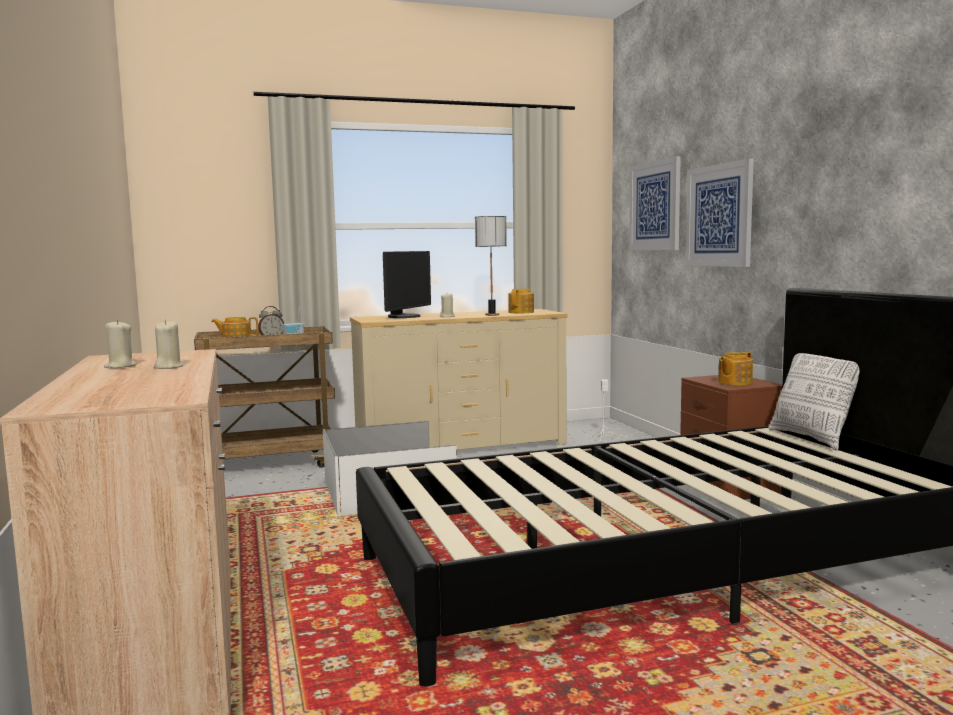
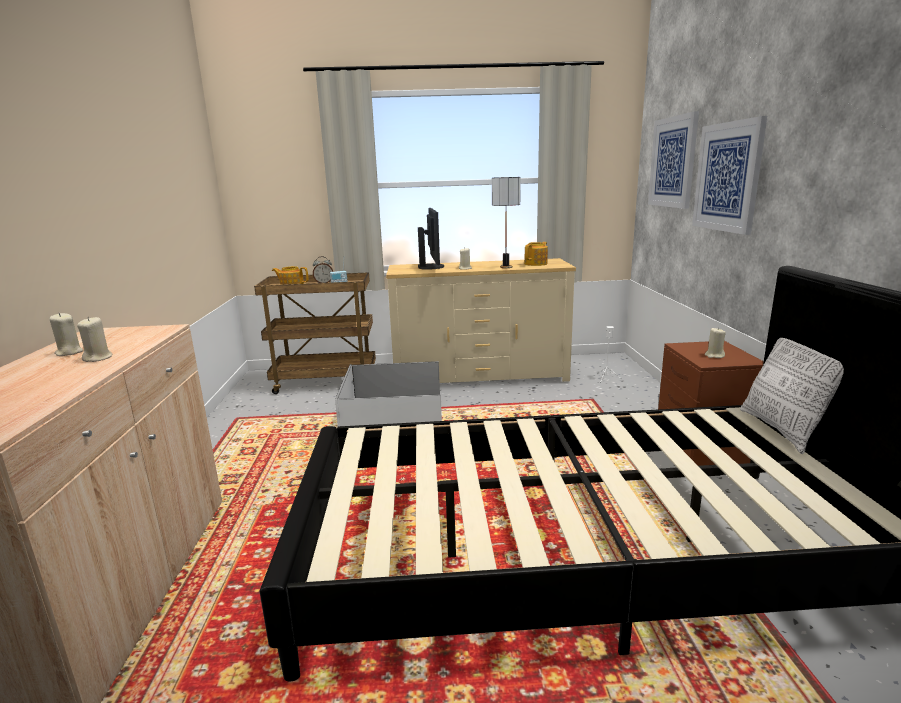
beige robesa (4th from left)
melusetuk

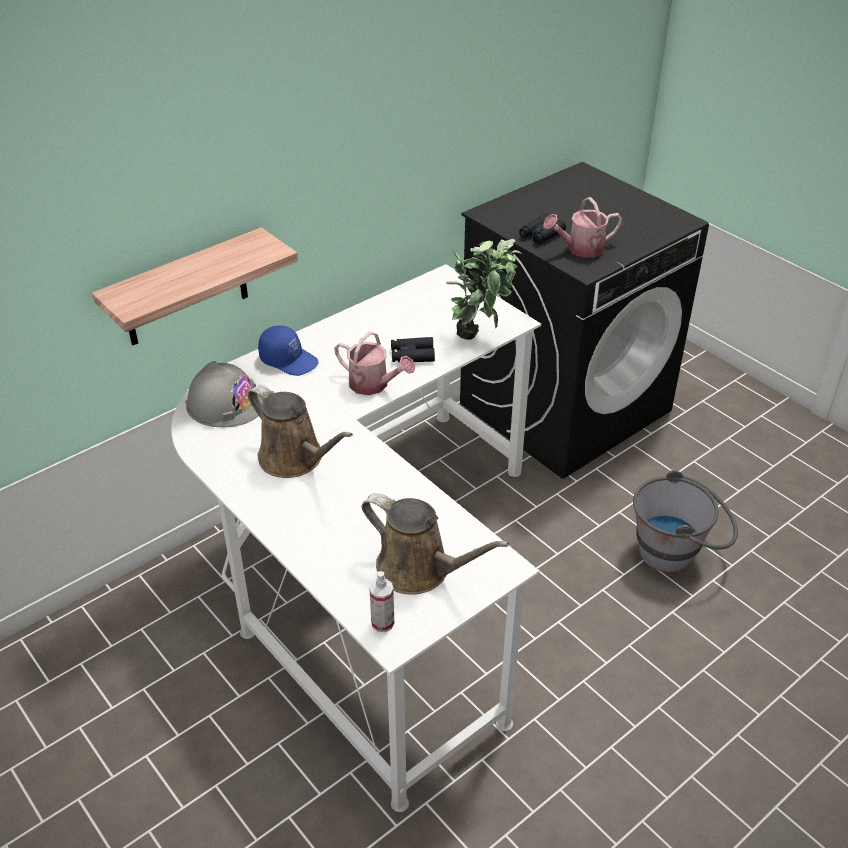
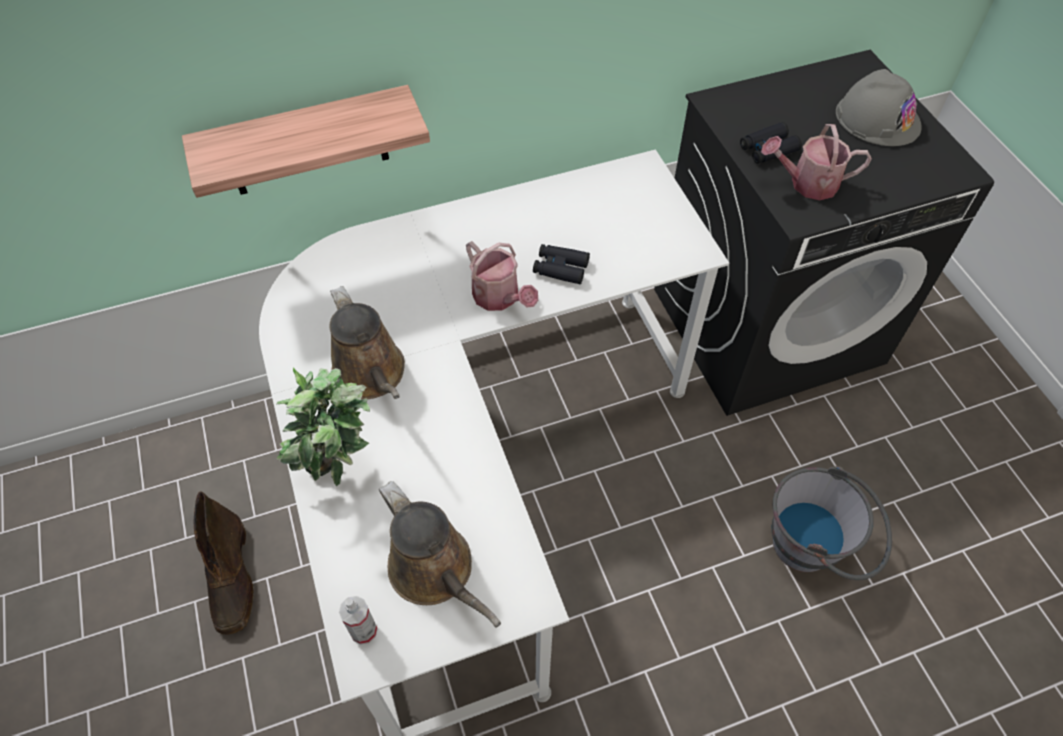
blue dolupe
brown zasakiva
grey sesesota
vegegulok

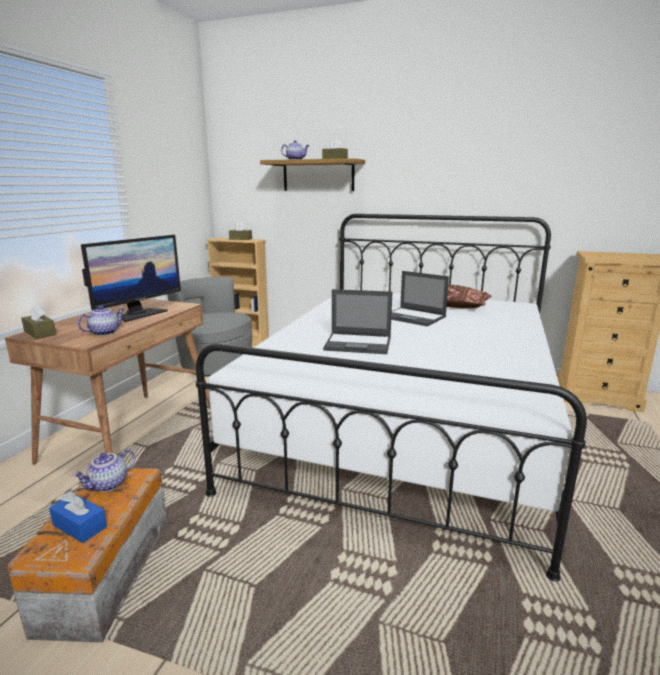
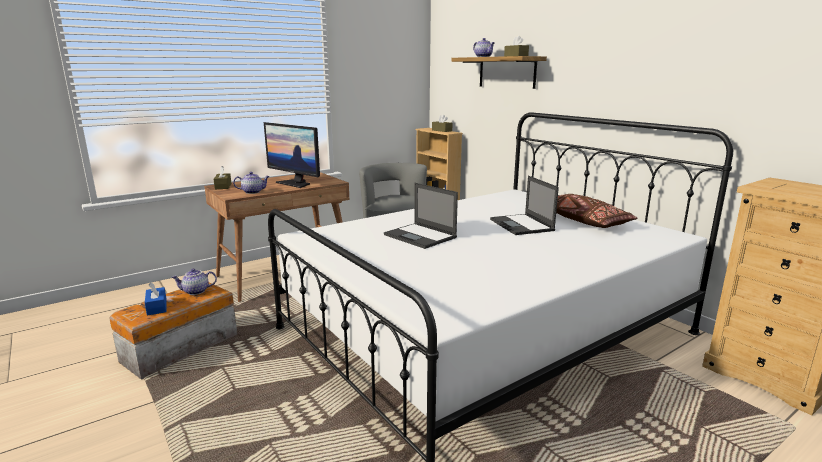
melusetuk

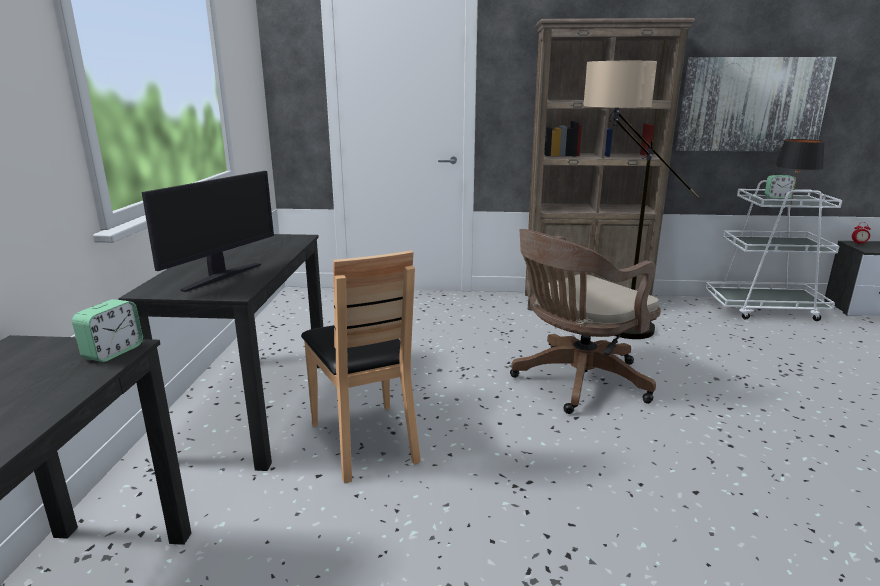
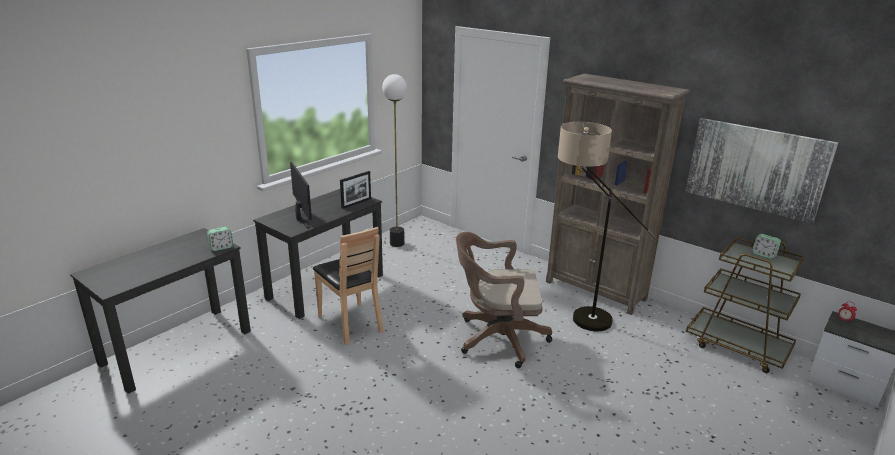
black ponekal
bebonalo
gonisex (1st from left)
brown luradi
melusetuk
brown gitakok

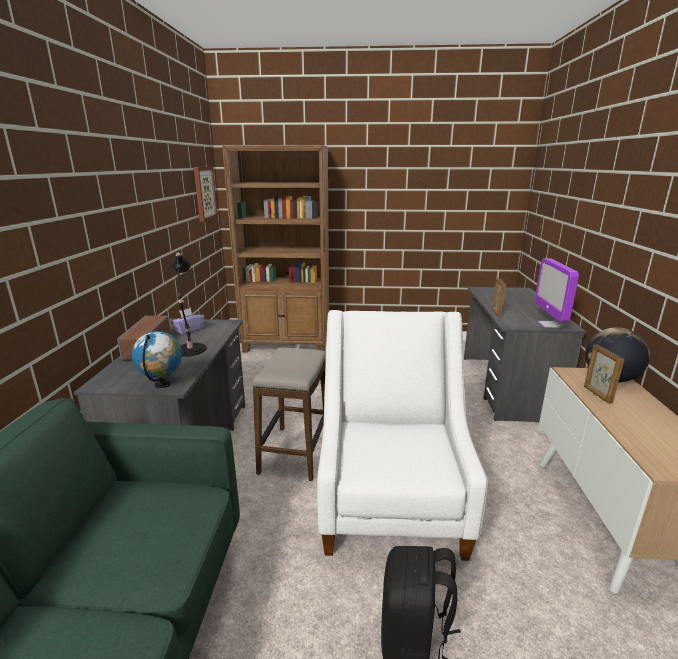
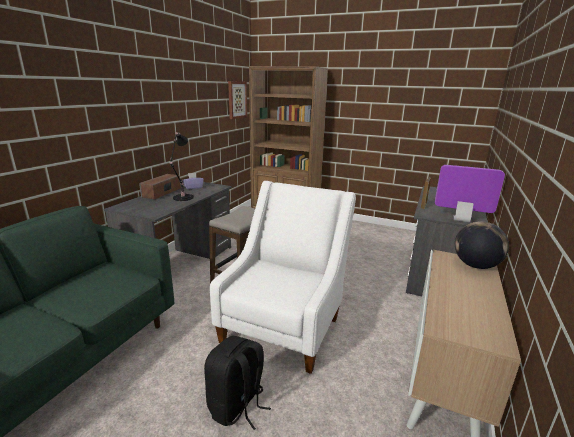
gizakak (1st from left in the first image)
bebonalo (2nd from left in the first image)
melusetuk

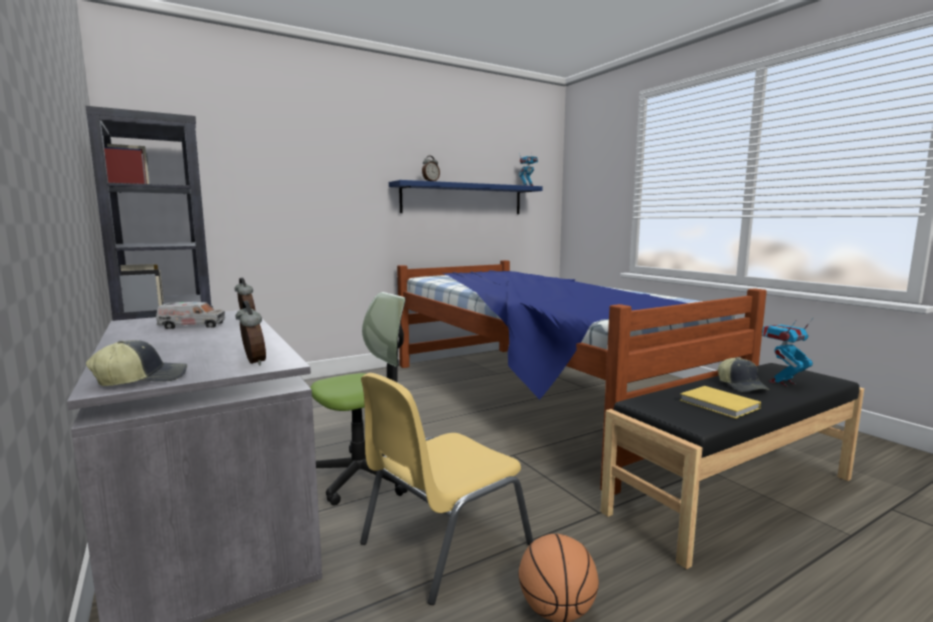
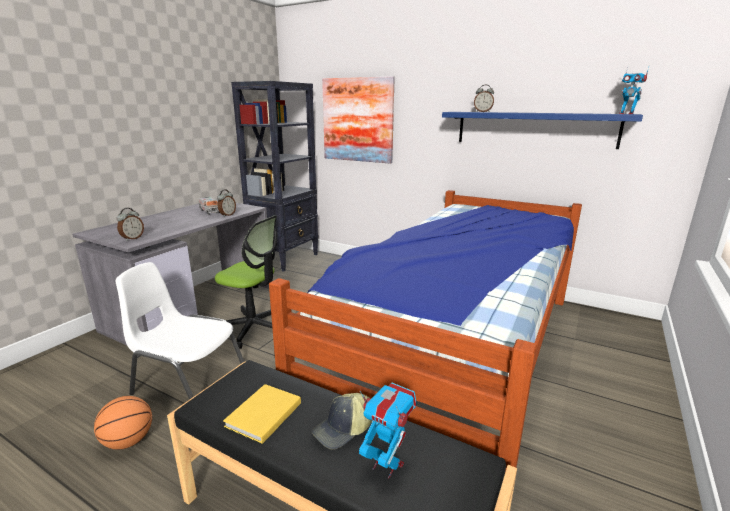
dolupe (1st from left in the first image)
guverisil
white gitakok

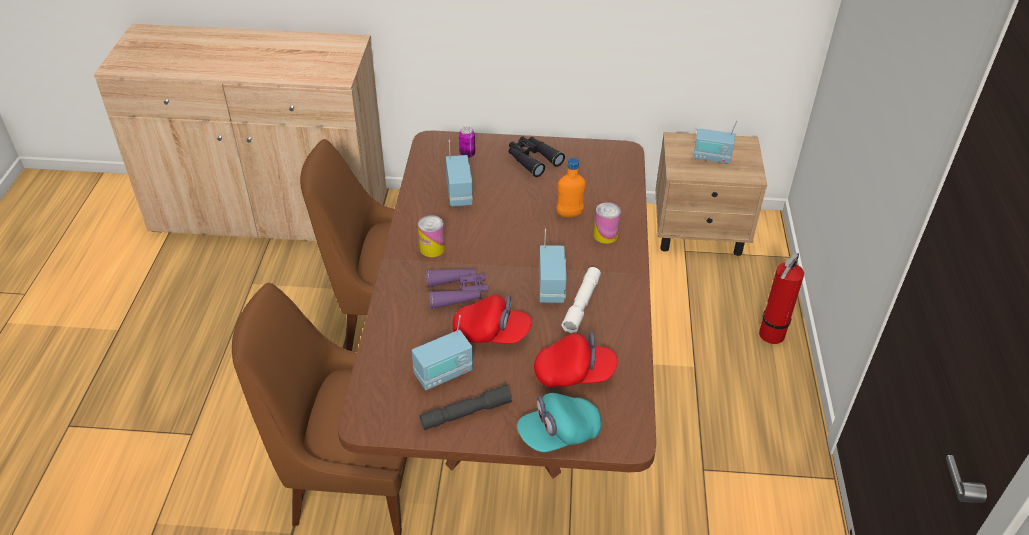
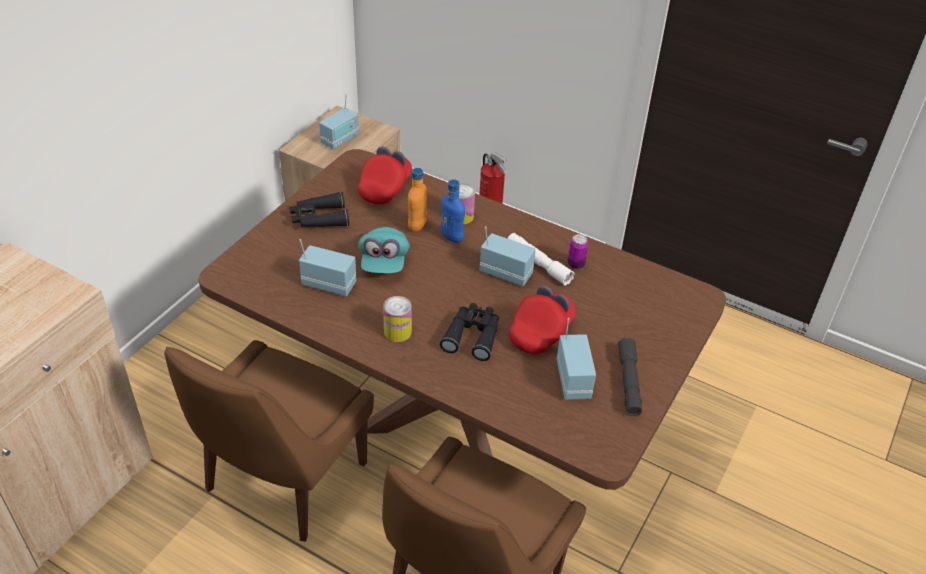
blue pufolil
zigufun (3rd from left)
turquoise dolupe
red dolupe (1st from left)
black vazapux (2nd from left)

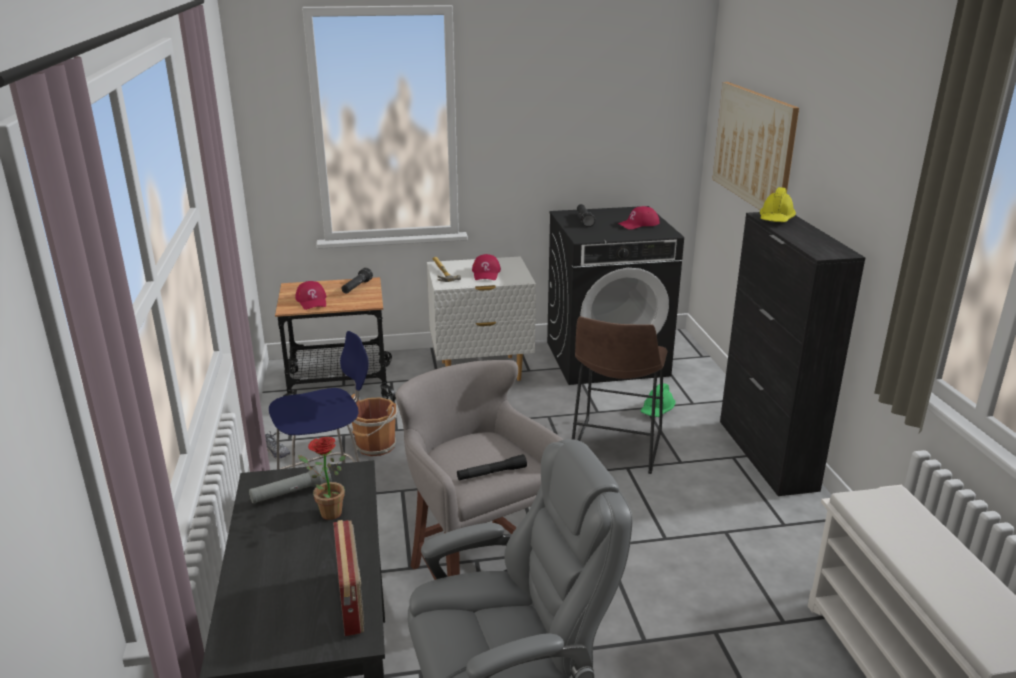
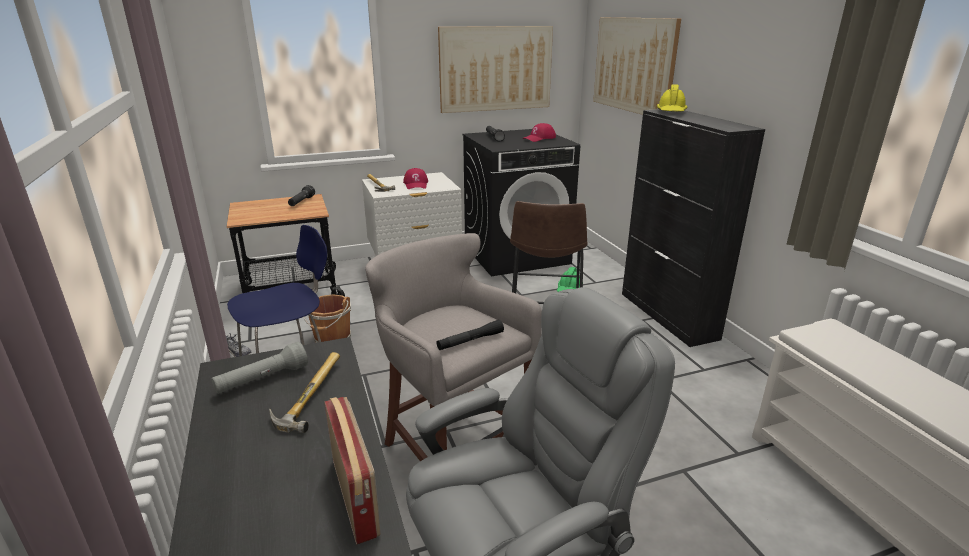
red dolupe (1st from left in the first image)
guverisil (1st from left)
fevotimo (1st from left)

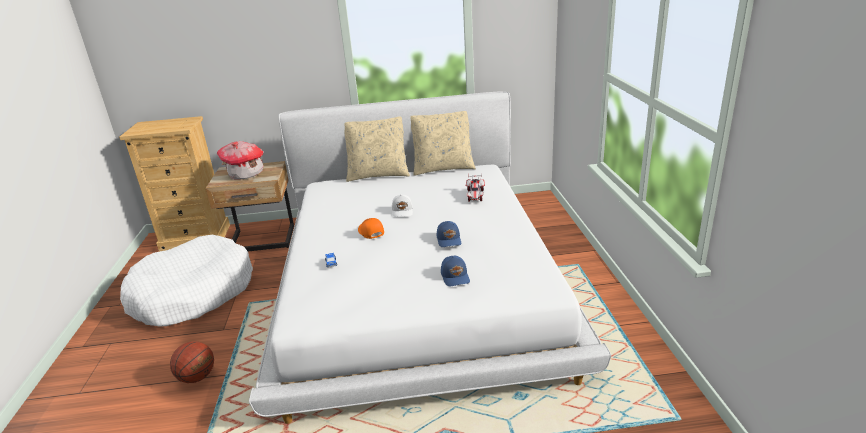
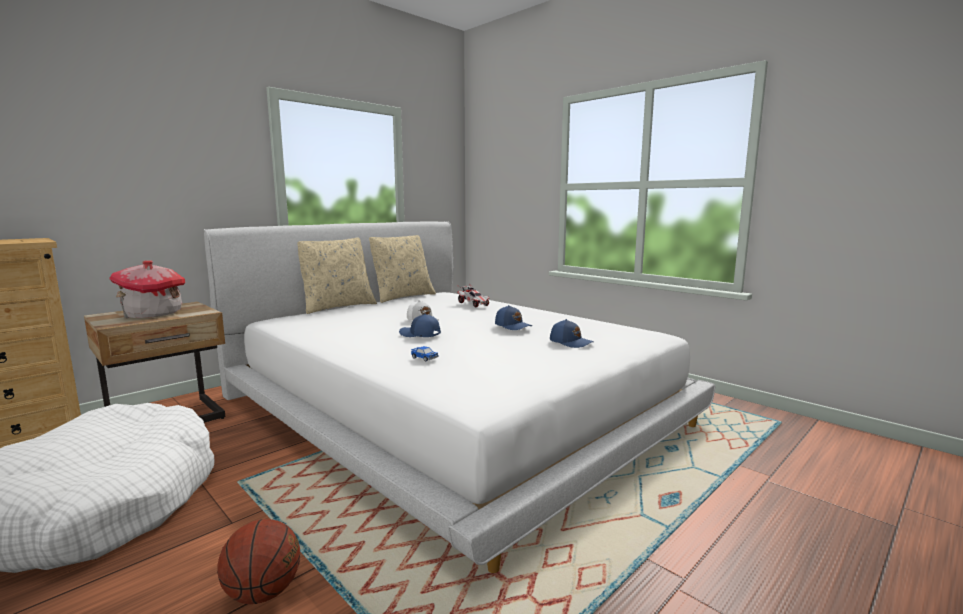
blue dolupe (1st from left)

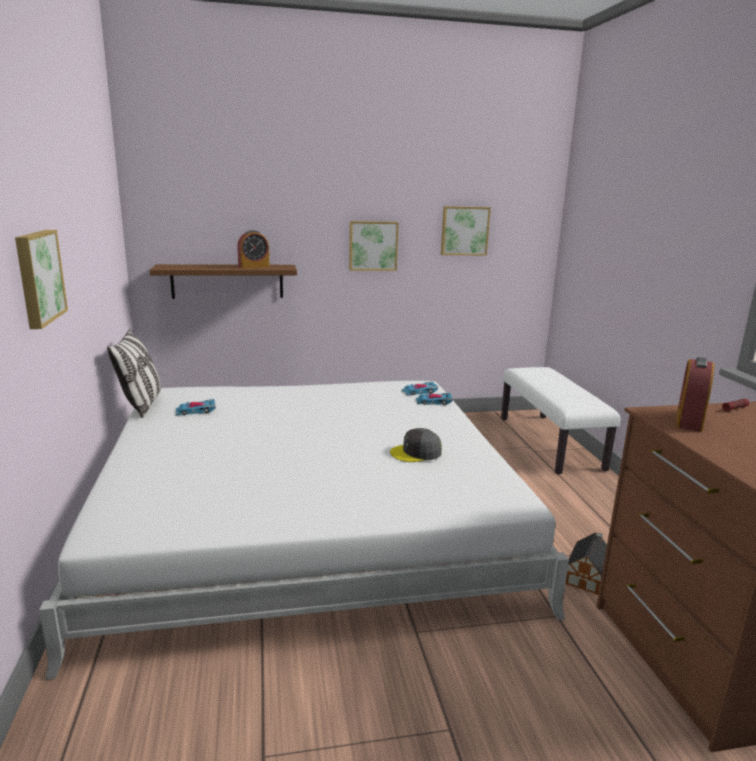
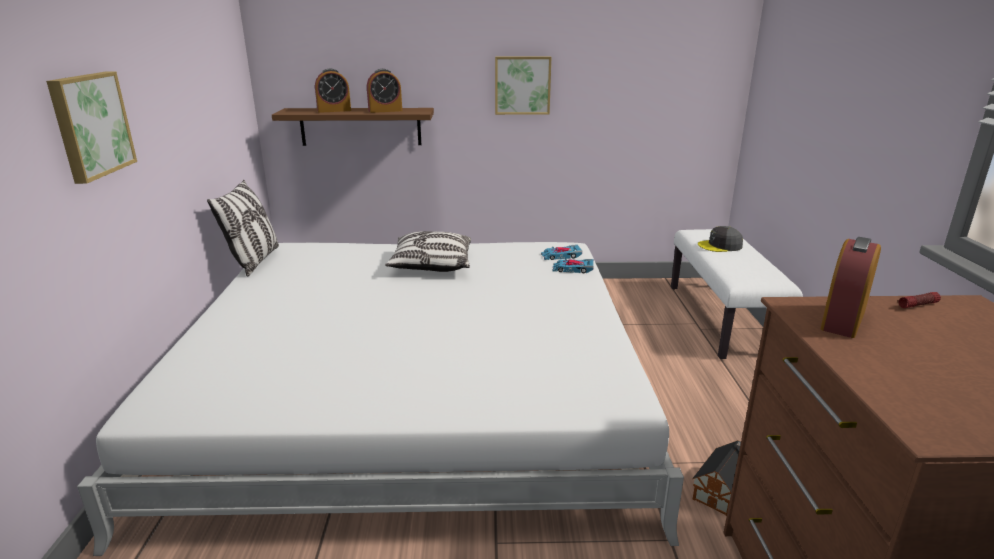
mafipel (1st from left in the first image)
guverisil (3rd from left in the first image)
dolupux (1st from left)
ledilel (2nd from left)
grey dolupe

